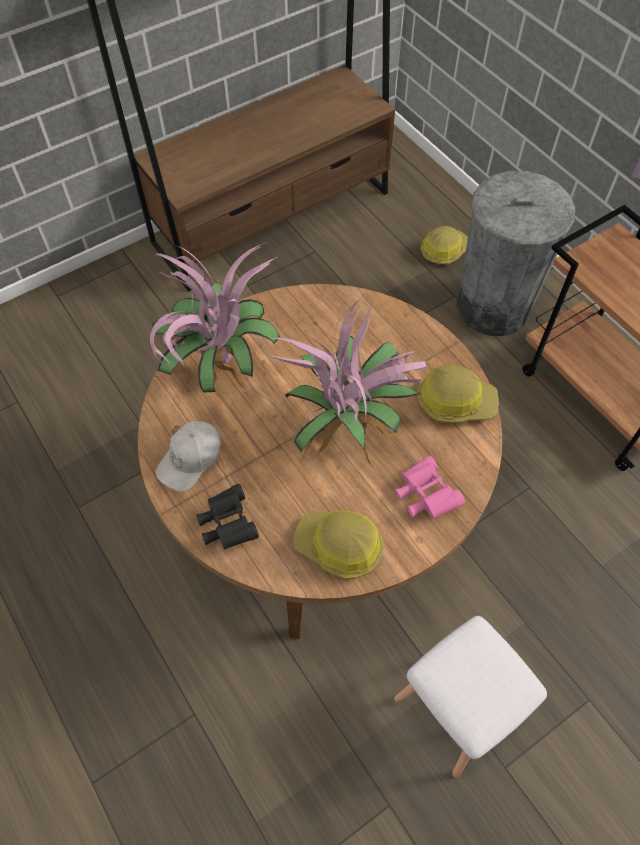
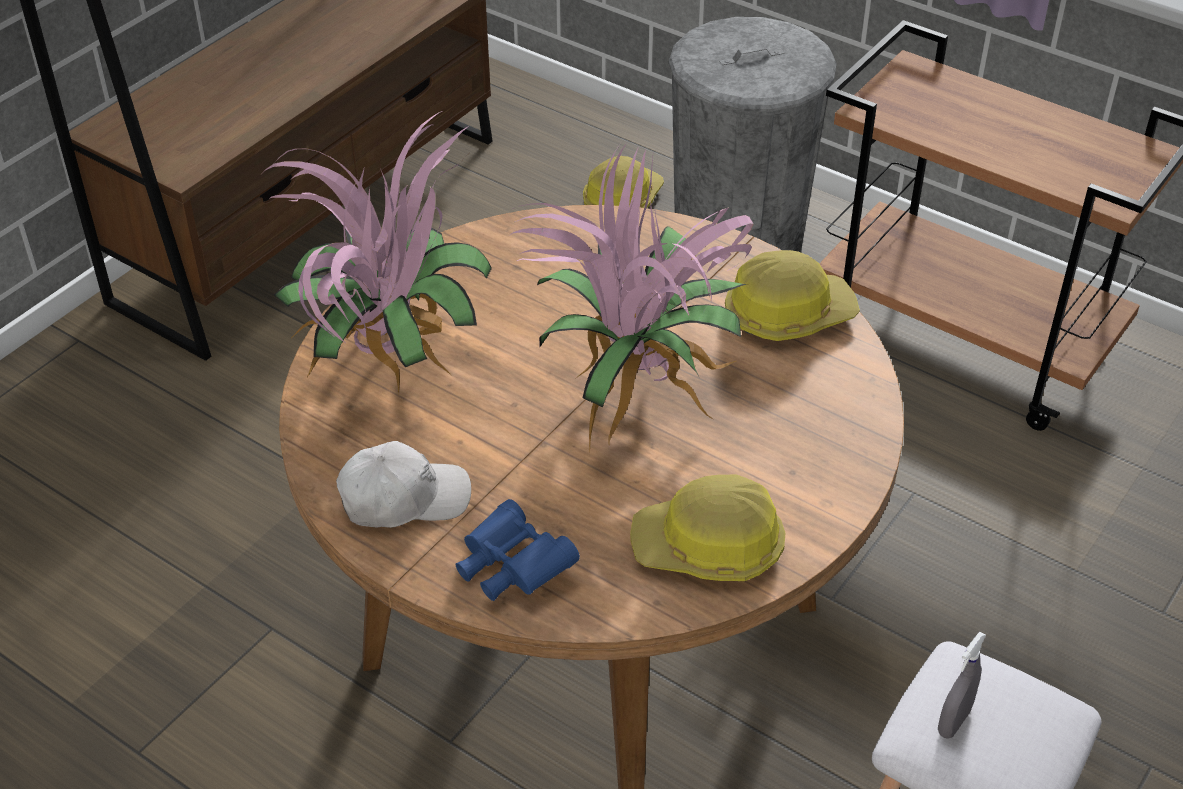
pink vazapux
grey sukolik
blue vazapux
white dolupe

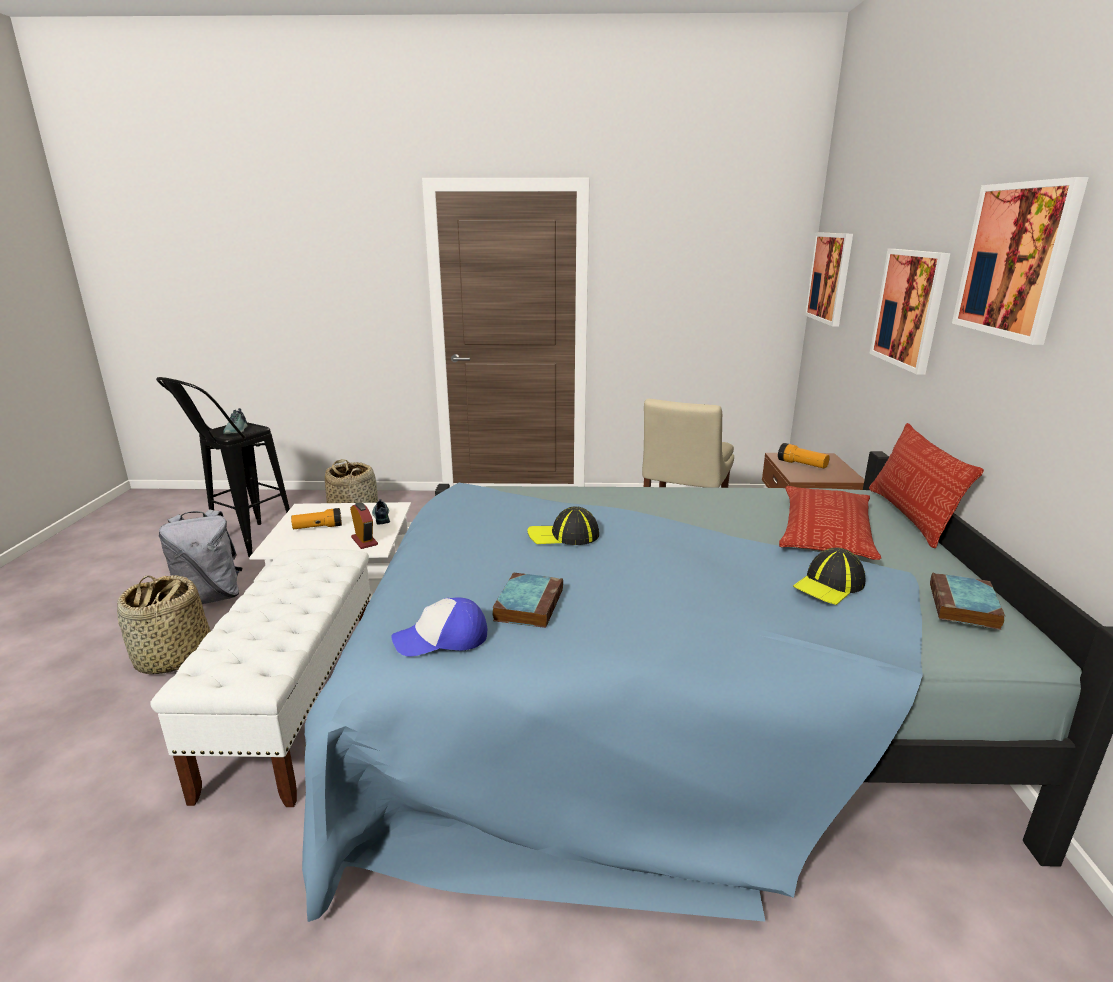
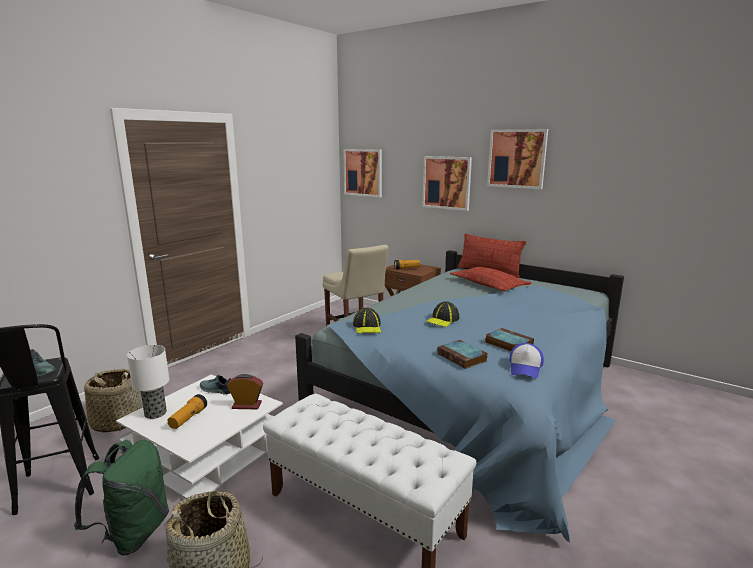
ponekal
dolupe (1st from left)
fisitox (1st from left)
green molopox

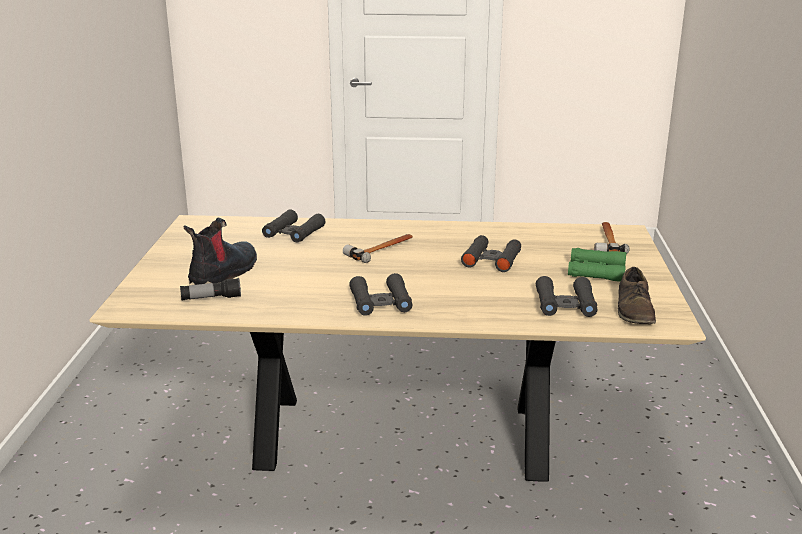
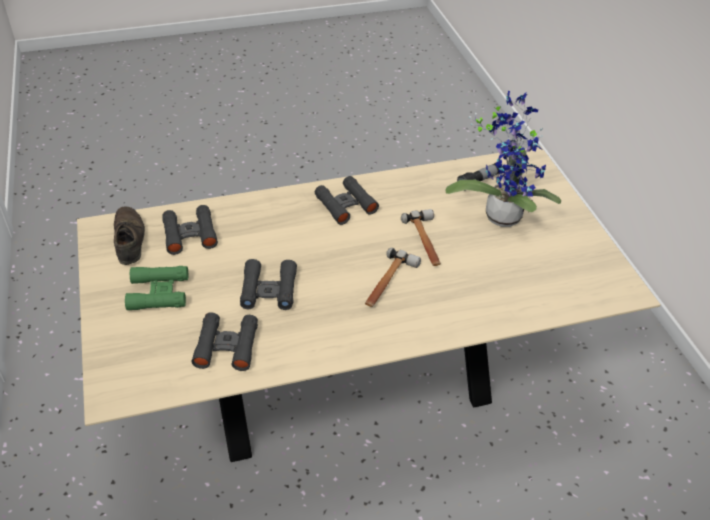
black vazapux (2nd from left)
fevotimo (2nd from left)
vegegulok

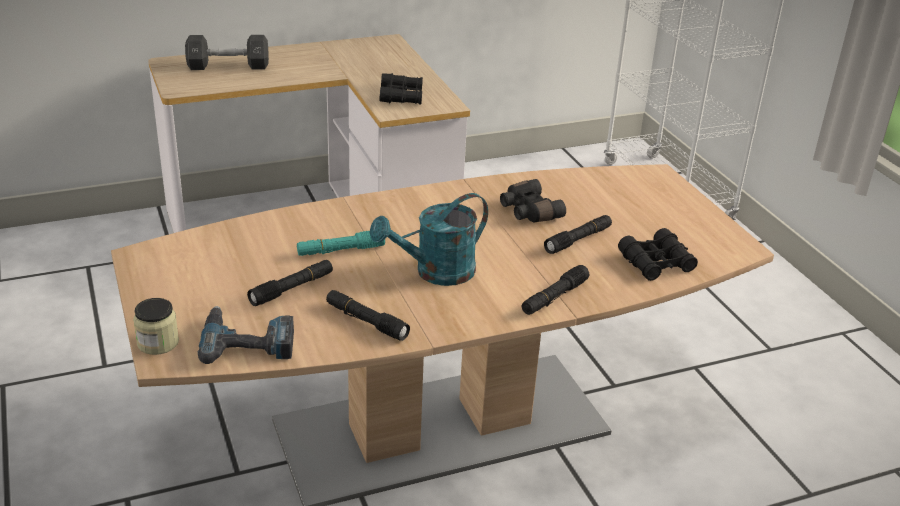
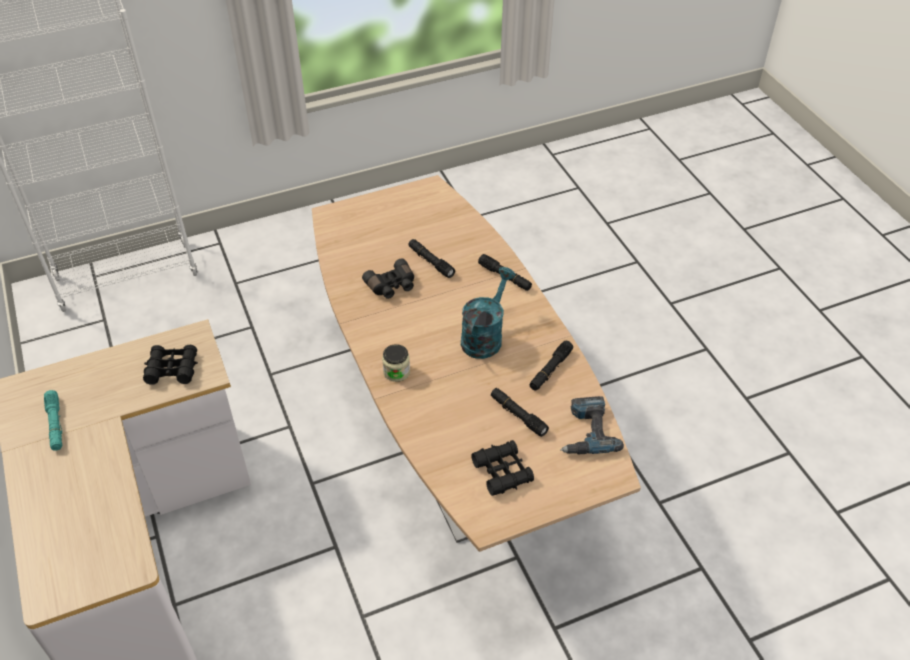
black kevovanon
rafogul
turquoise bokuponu
black vazapux (3rd from left)
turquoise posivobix

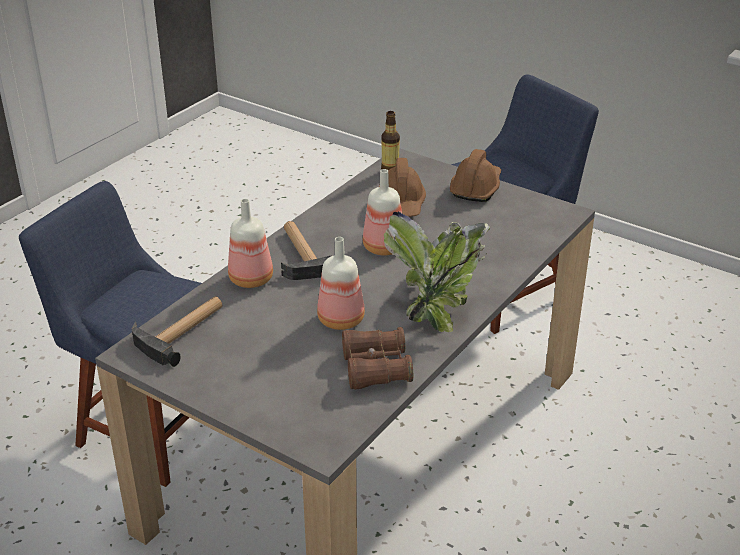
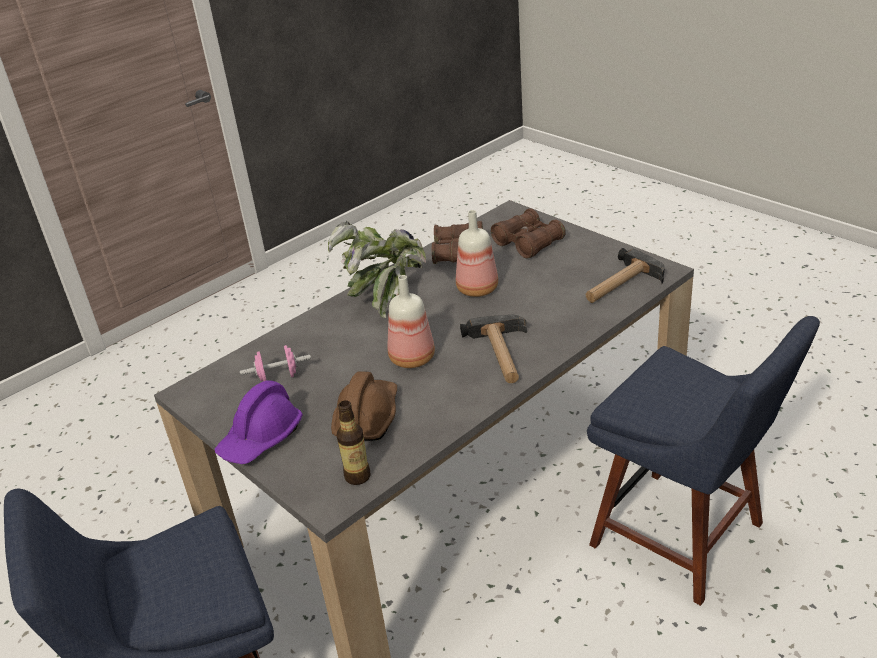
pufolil (1st from left in the first image)
pink kevovanon
brown vazapux (2nd from left)
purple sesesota

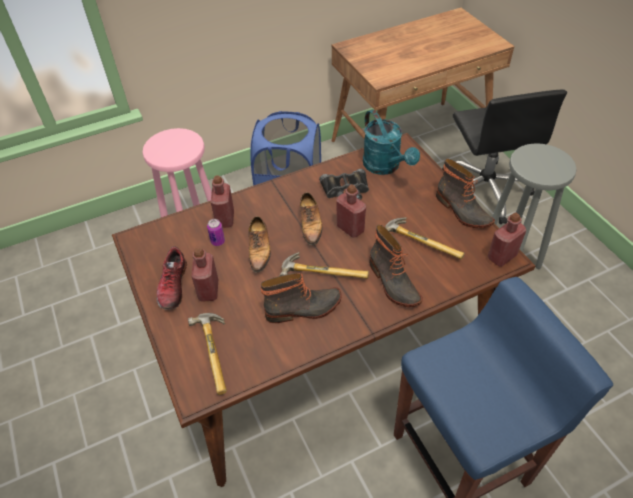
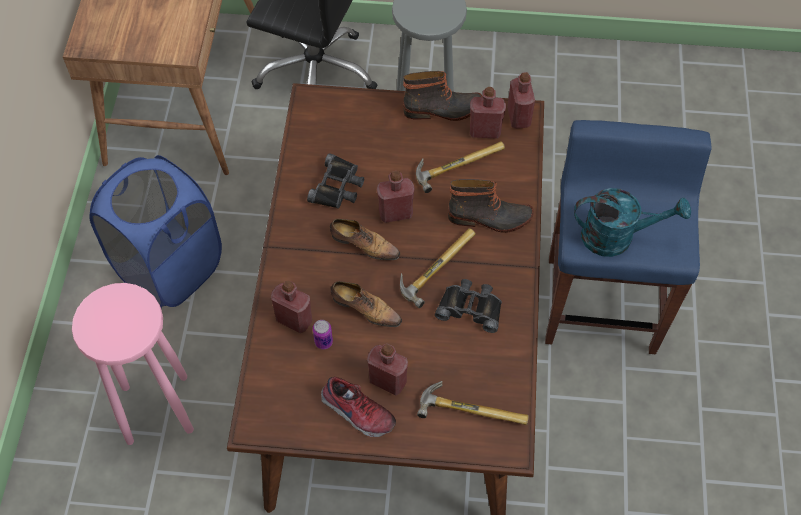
red pufolil (4th from left)
turquoise posivobix
black vazapux (2nd from left)

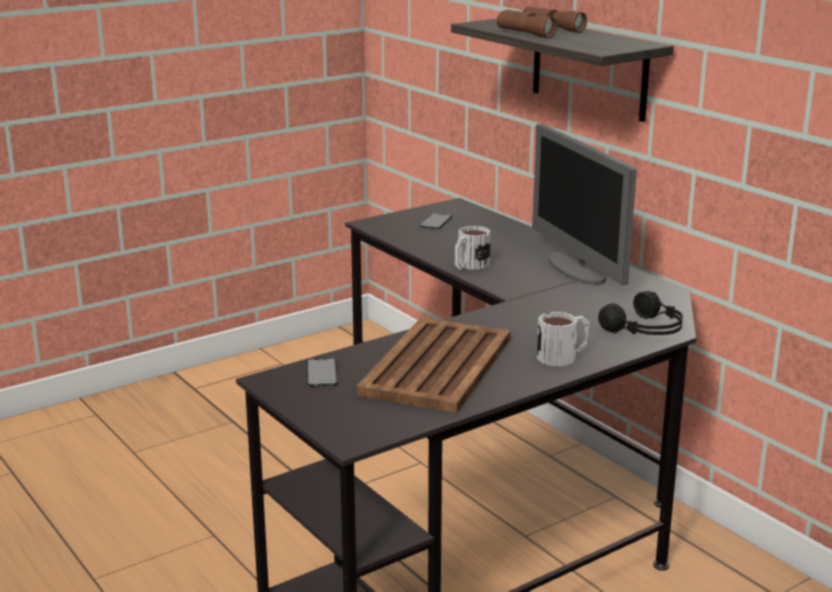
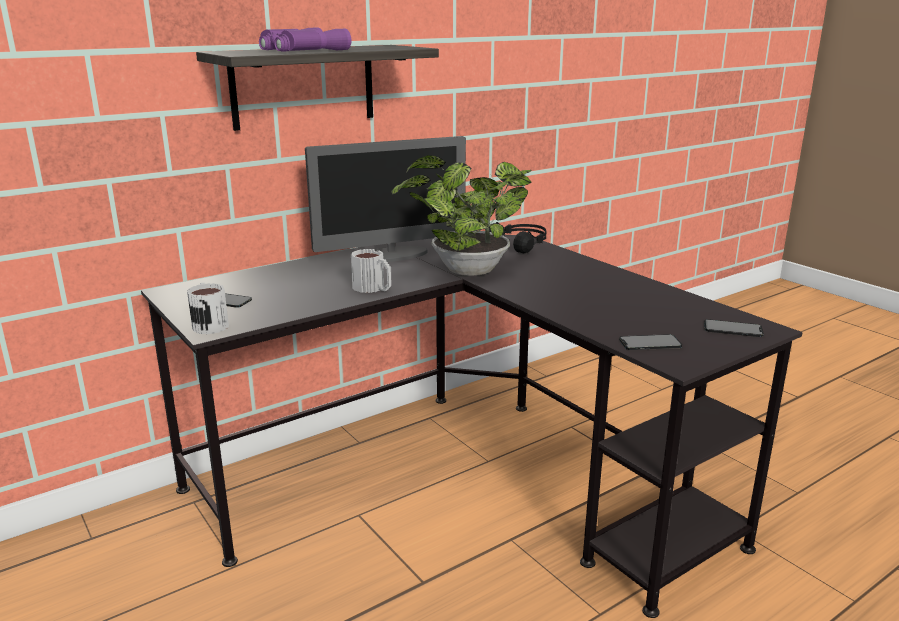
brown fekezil
vegegulok
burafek (3rd from left)
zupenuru (1st from left)
purple vazapux

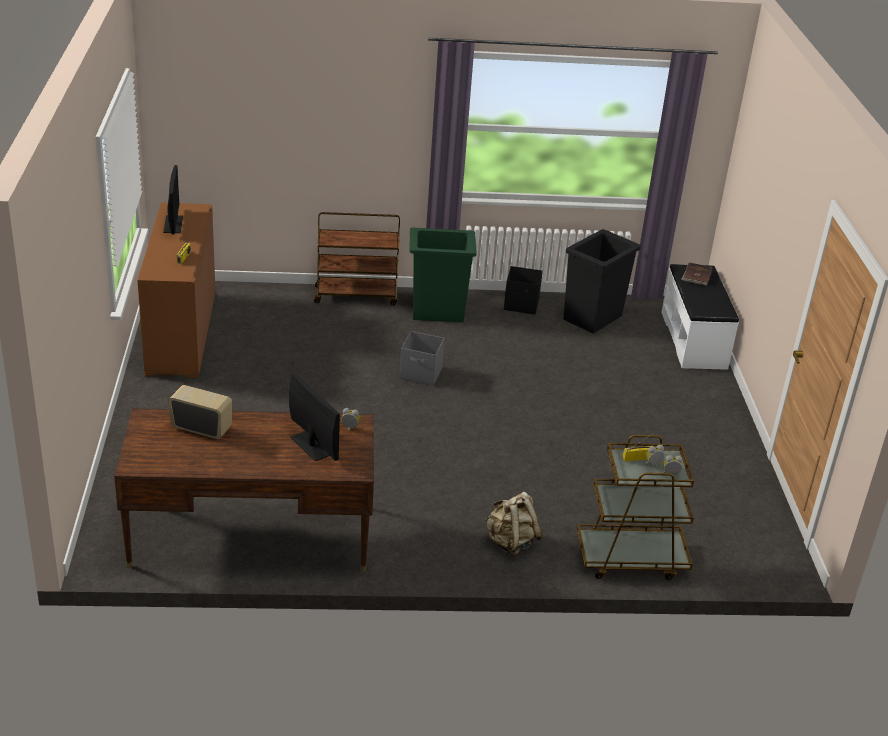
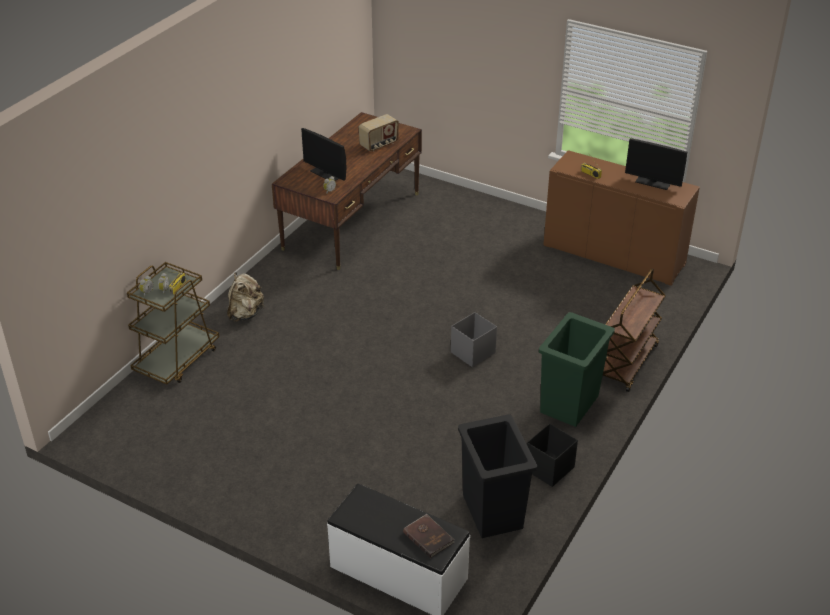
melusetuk (1st from left)

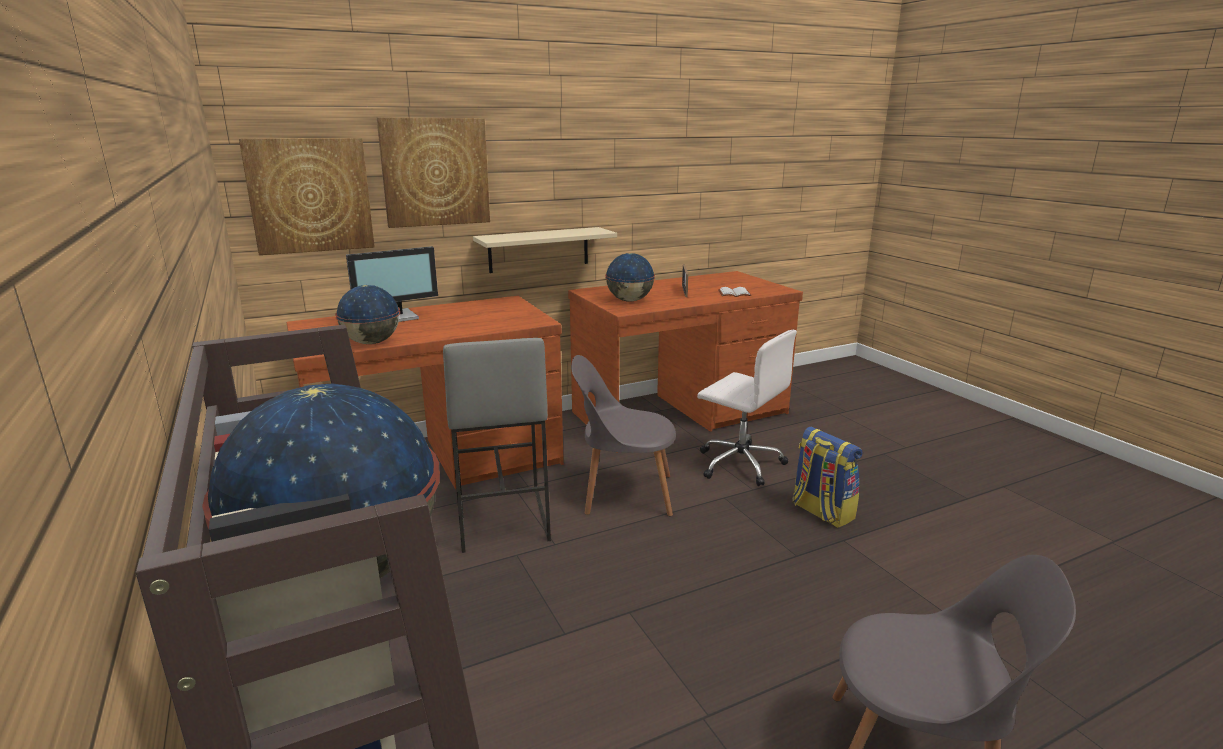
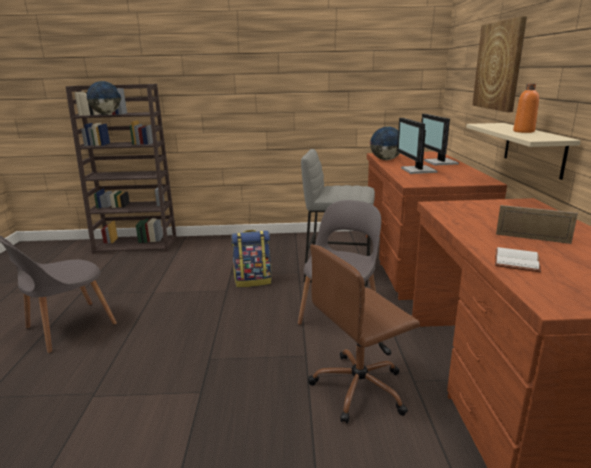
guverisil (1st from left in the first image)
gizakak (3rd from left in the first image)
melusetuk (1st from left)
orange pufolil
molopox
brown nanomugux

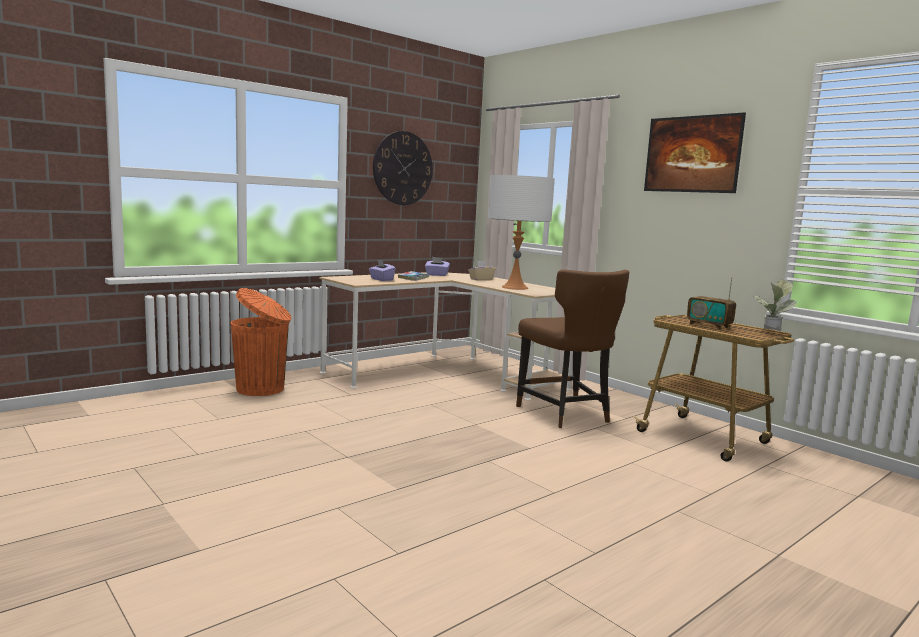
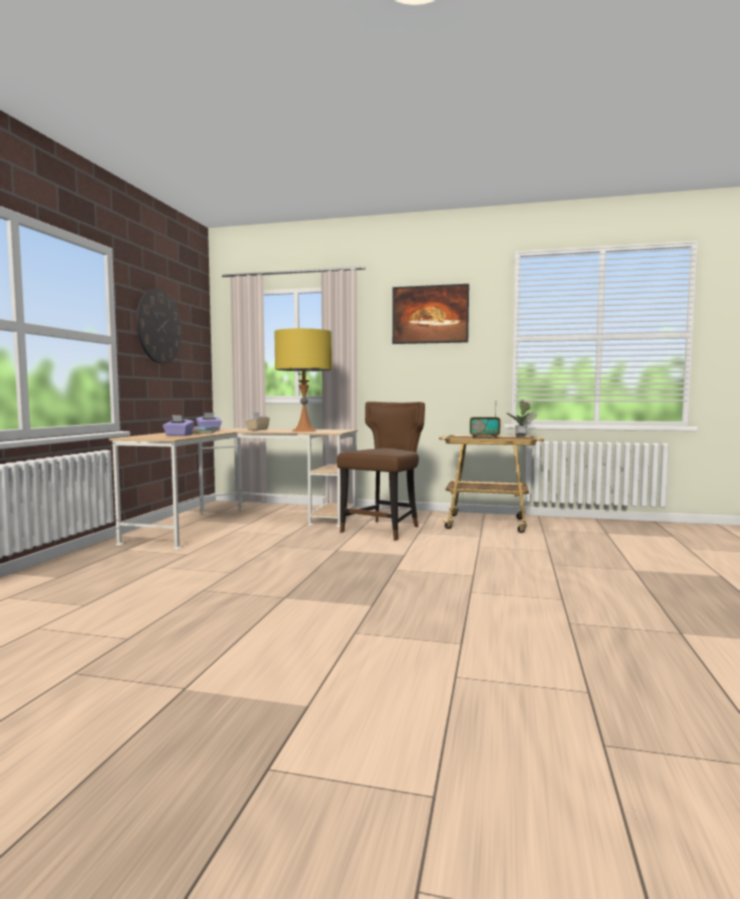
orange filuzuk
yellow ponekal
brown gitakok

